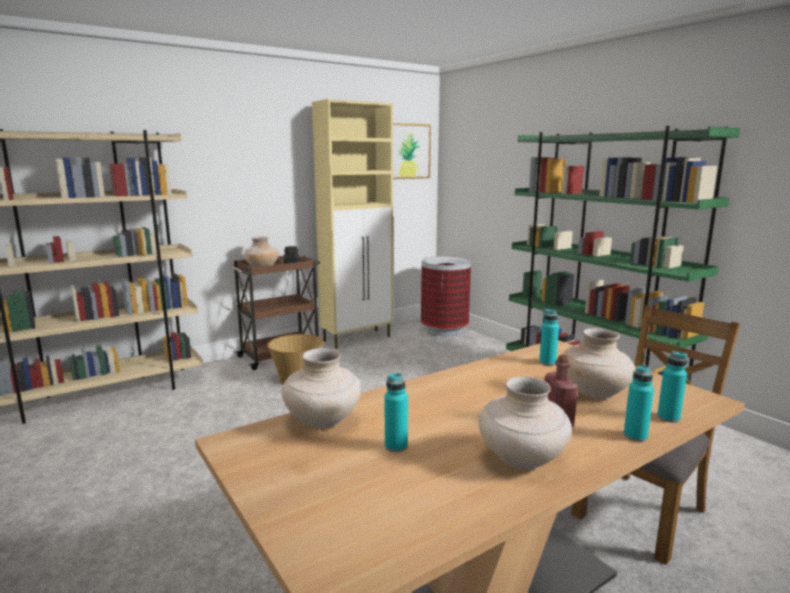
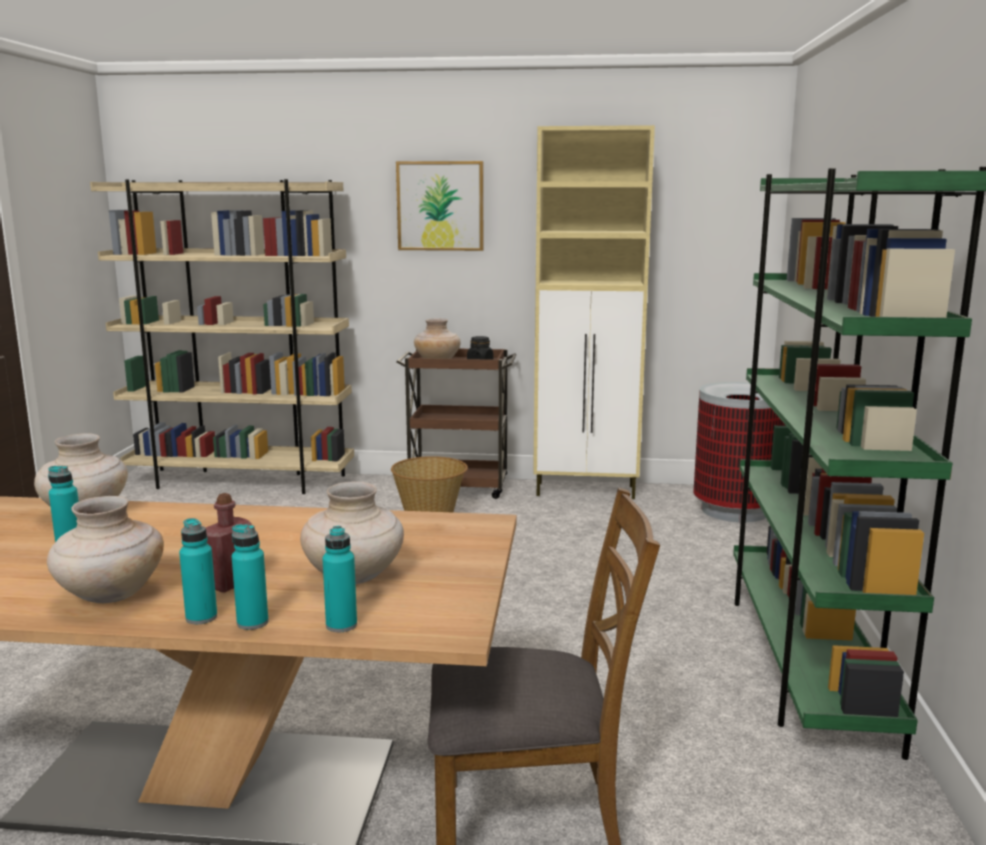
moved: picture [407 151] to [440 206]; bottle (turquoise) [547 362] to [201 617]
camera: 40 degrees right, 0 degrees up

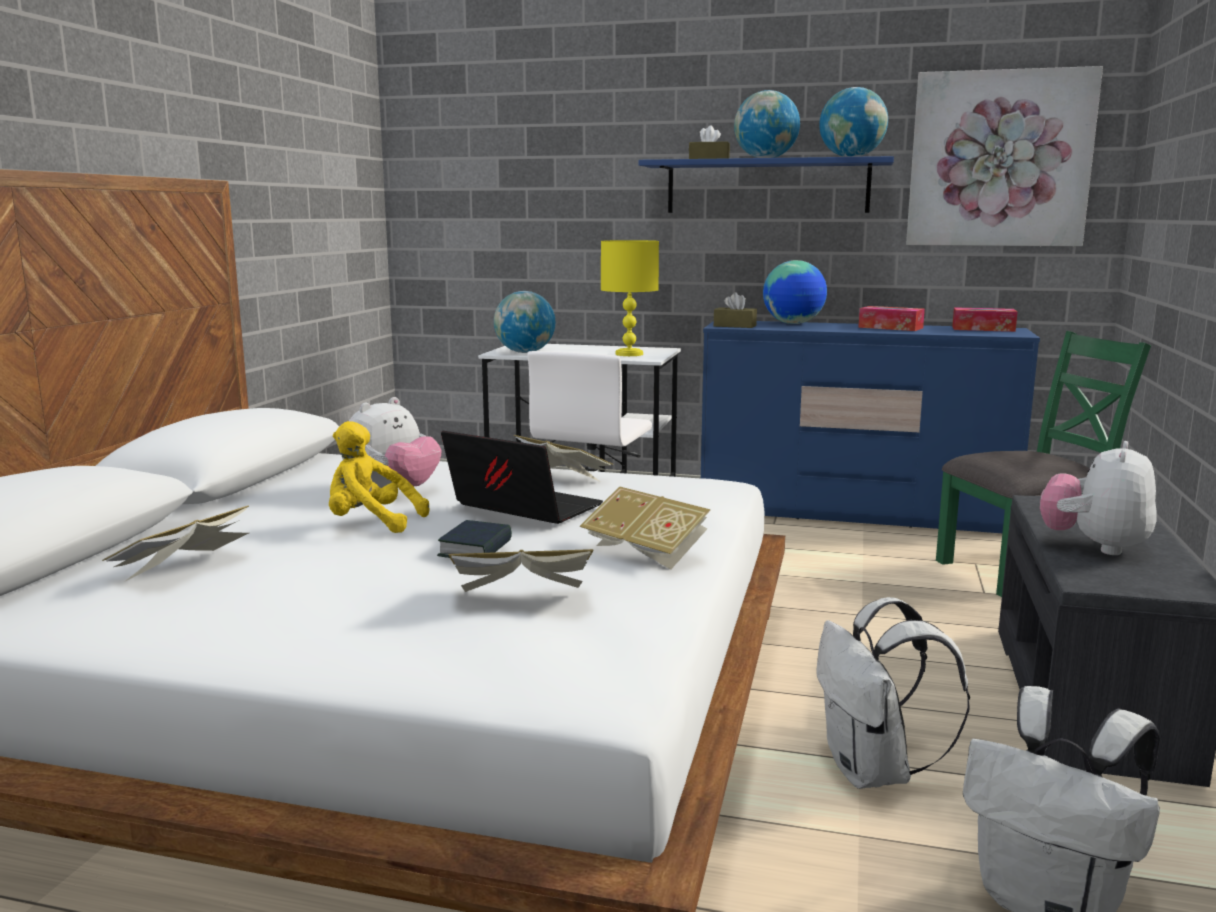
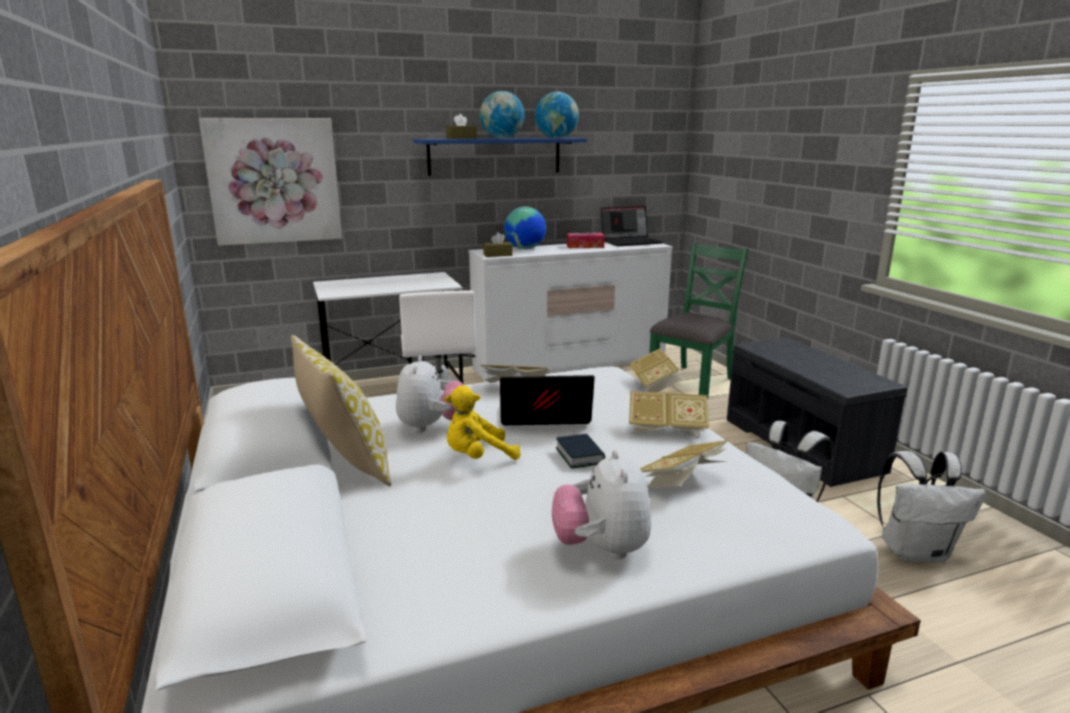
removed: table lamp (yellow) [628 354]; globe [525 352]
added: pillow [345 464]
moved: picture [999 159] to [274 181]; plush toy [1094 546] to [601 549]; book [185 569] to [654 385]
replaced: tissue box [983 329] to laptop [631 242]
recoloured: dresser (blue) [854 514] to dresser (white) [570 364]
camera: 35 degrees left, 5 degrees up

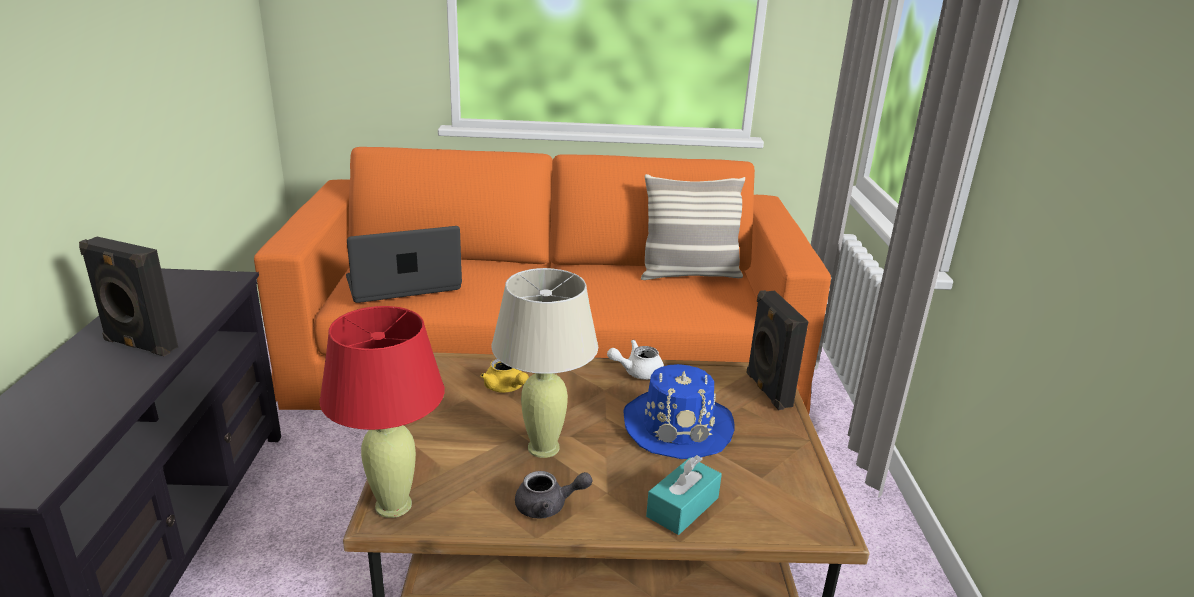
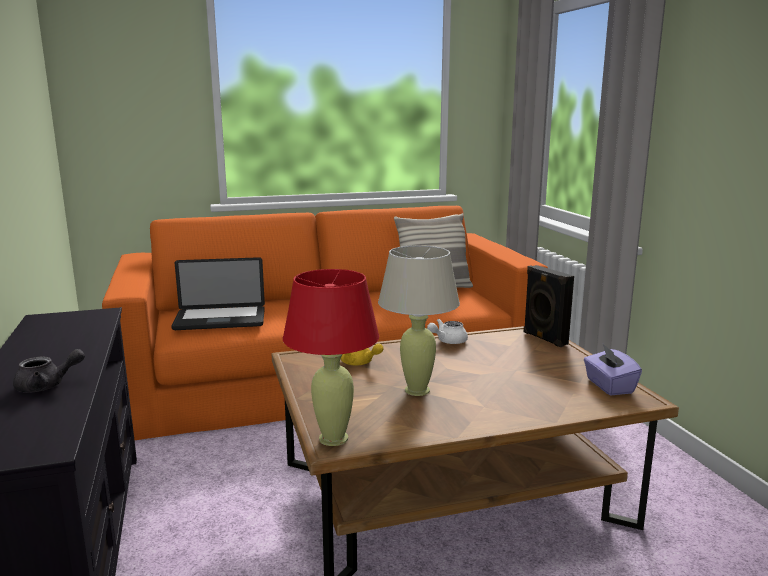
removed: speaker (black) [139 345]; hat (blue) [677 426]; tissue box (turquoise) [682 507]
added: tissue box (purple) [609 386]
moved: teapot (grey) [548 506] to [47 386]
turned: laptop [403 284] = [220 320] 150 degrees counterclockwise
camera: 15 degrees left, 10 degrees down

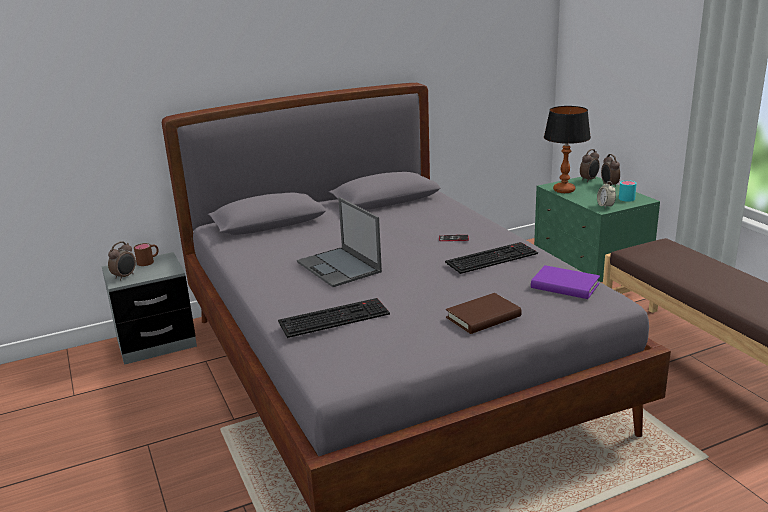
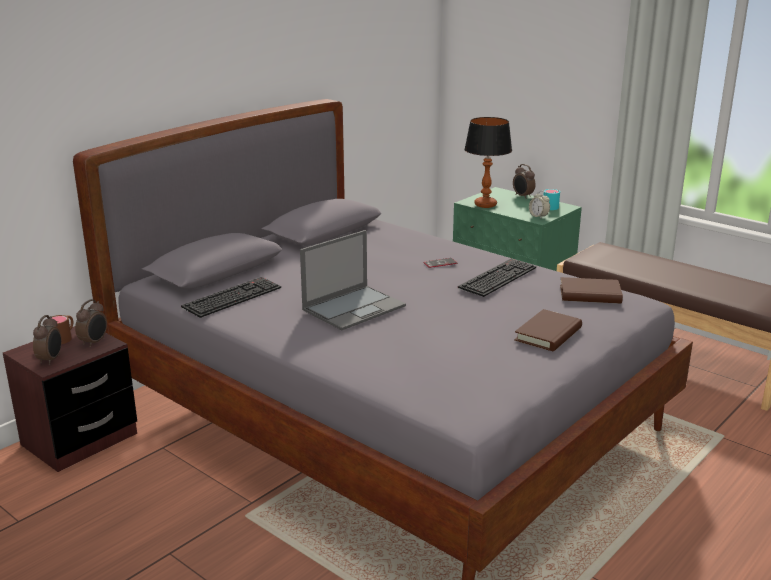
moved: alarm clock [589 180] to [94 342]; keyboard [335 317] to [232 297]
recoloured: nightstand (grey) [156 343] to nightstand (brown) [80 439]; book (purple) [565 286] to book (brown) [590 294]
turned: laptop [339 267] = [354 307] 75 degrees counterclockwise
camera: 25 degrees left, 0 degrees up

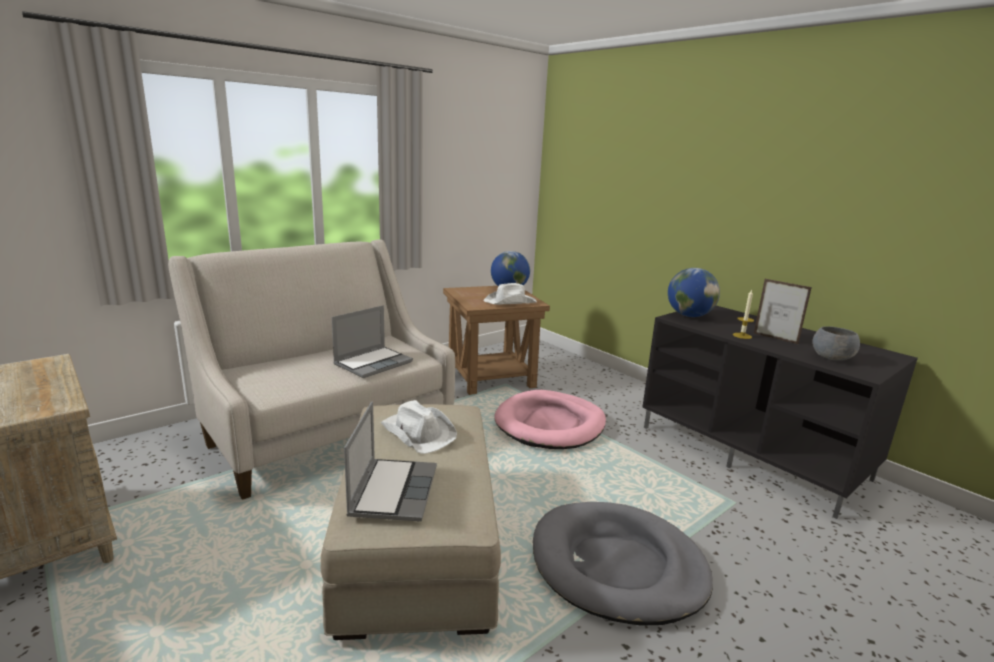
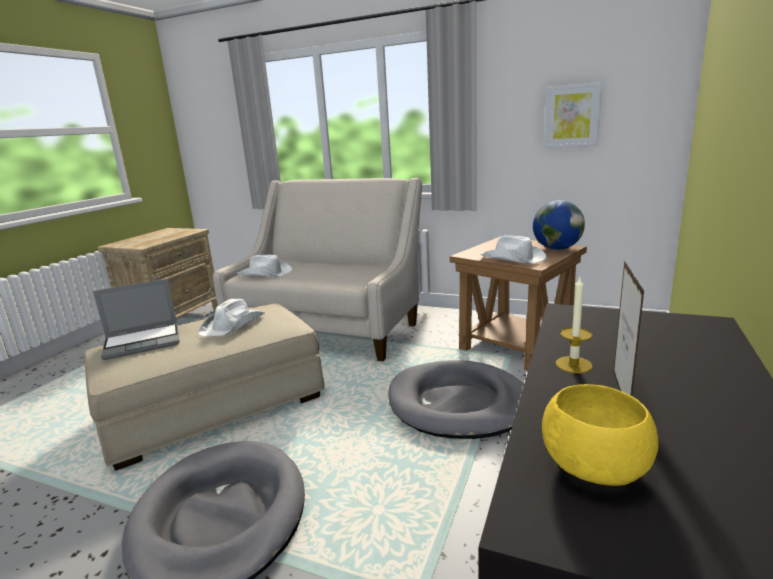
removed: globe [689 316]; laptop [373 363]
added: picture [572 116]; hat (white) [265 274]
recoloured: bowl (grey) [832 358] to bowl (yellow) [596 468]; dog bed (pink) [550 424] to dog bed (grey) [458 404]
camera: 65 degrees right, 0 degrees up

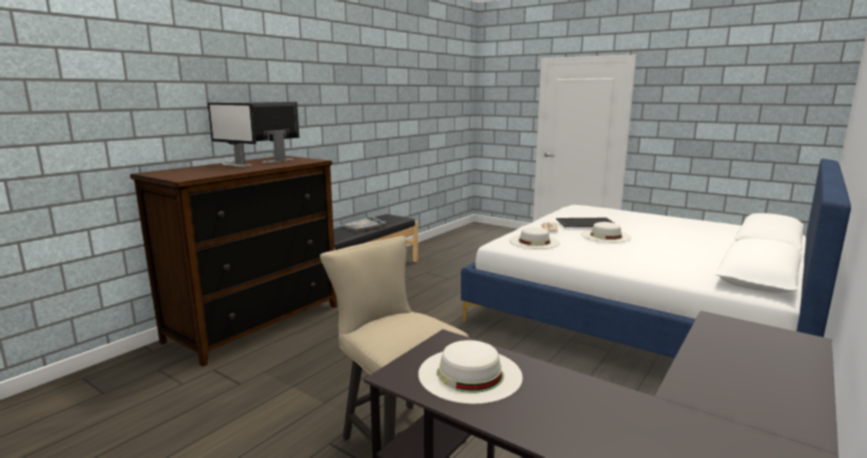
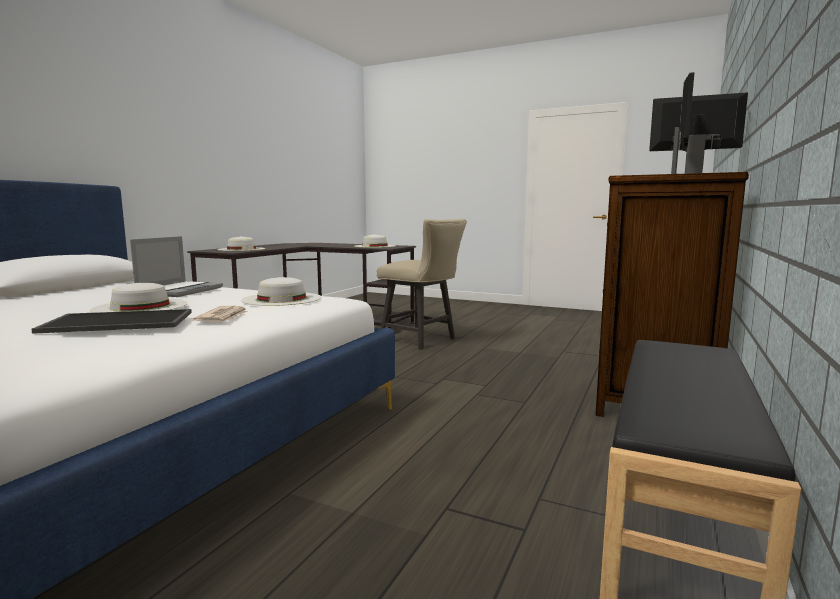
removed: tray (grey) [363 226]
added: laptop [180 291]; hat (white) [241 249]
camera: 170 degrees right, 5 degrees down

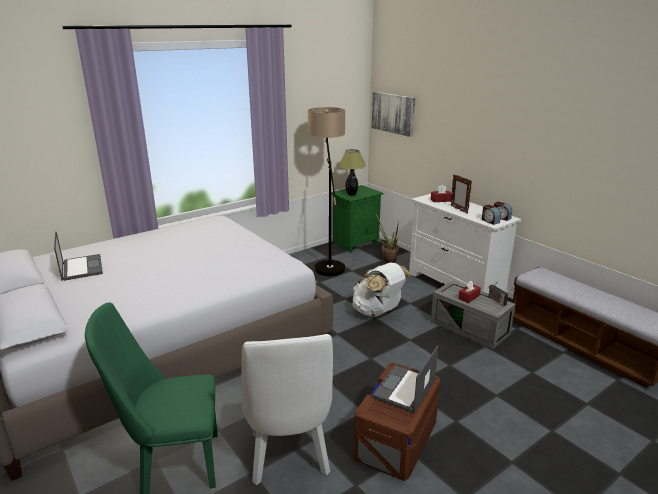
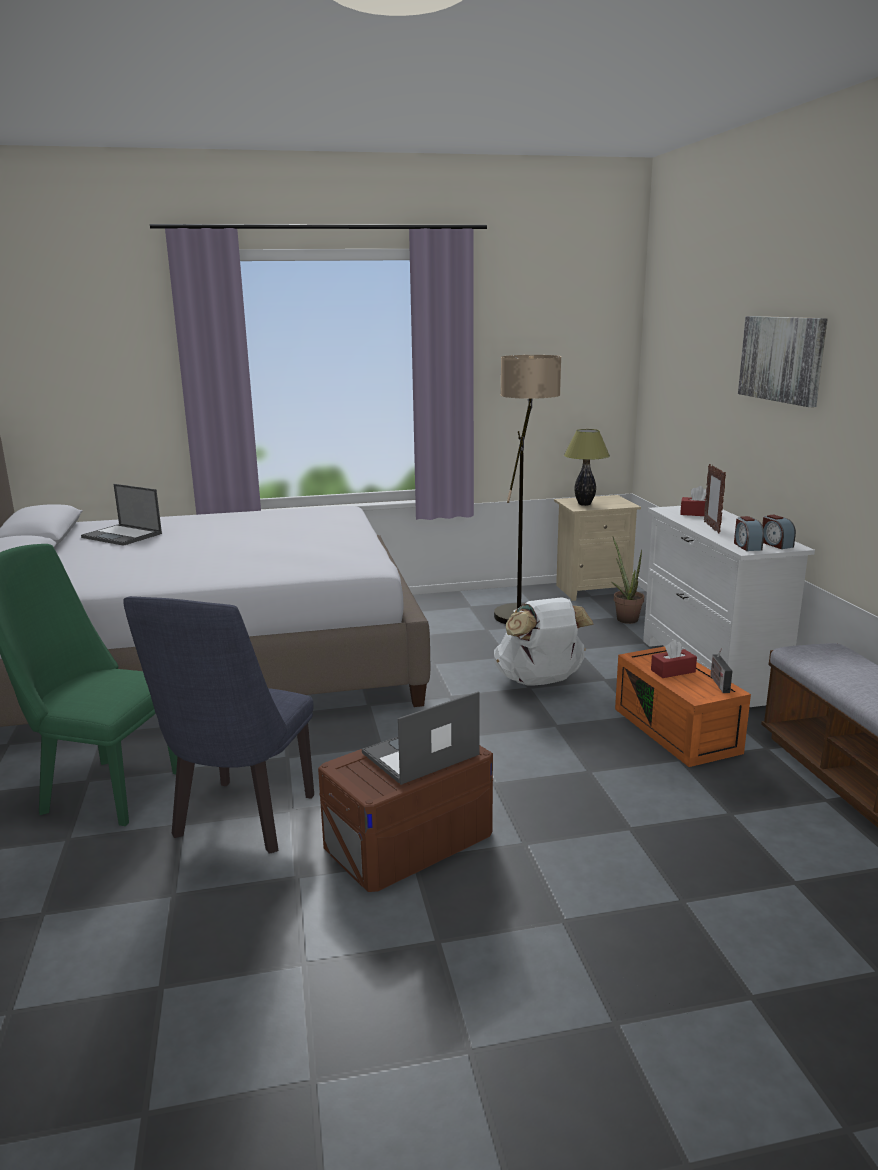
moved: picture [393 113] to [782 359]
recoloured: nightstand (green) [355 243] to nightstand (beige) [591 590]; storage box (grey) [471 328] to storage box (orange) [678 731]; chair (white) [289 459] to chair (blue) [240 823]
turned: laptop [81 267] = [123 535] 120 degrees clockwise
camera: 25 degrees right, 5 degrees down

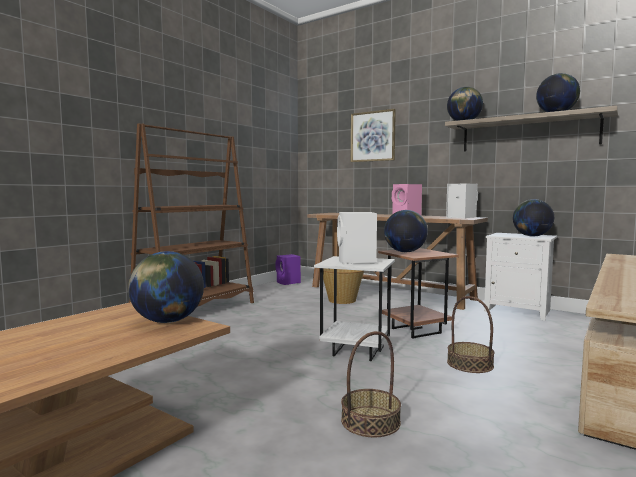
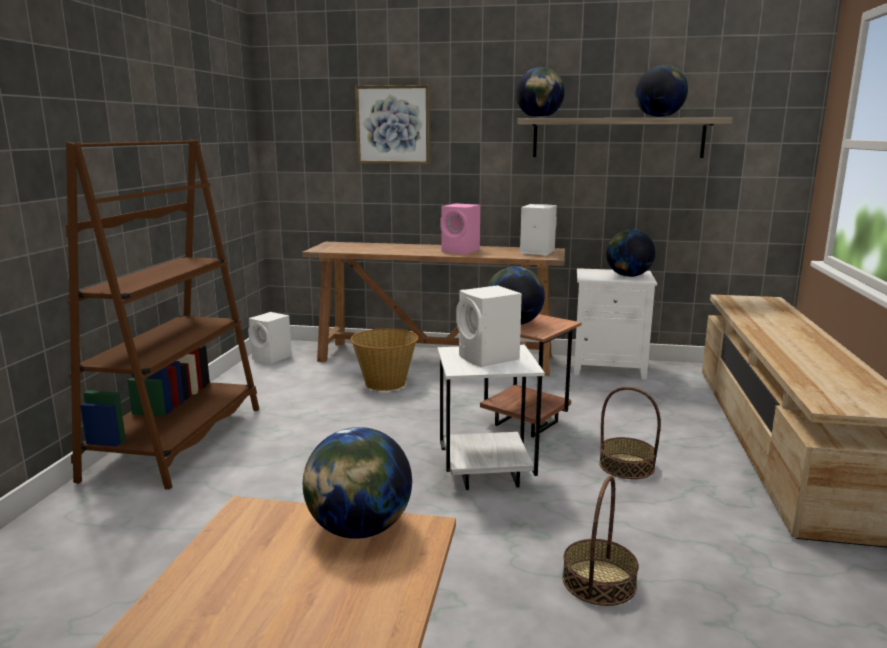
recoloured: speaker (purple) [288 282] to speaker (white) [272 358]
camera: 25 degrees left, 10 degrees up

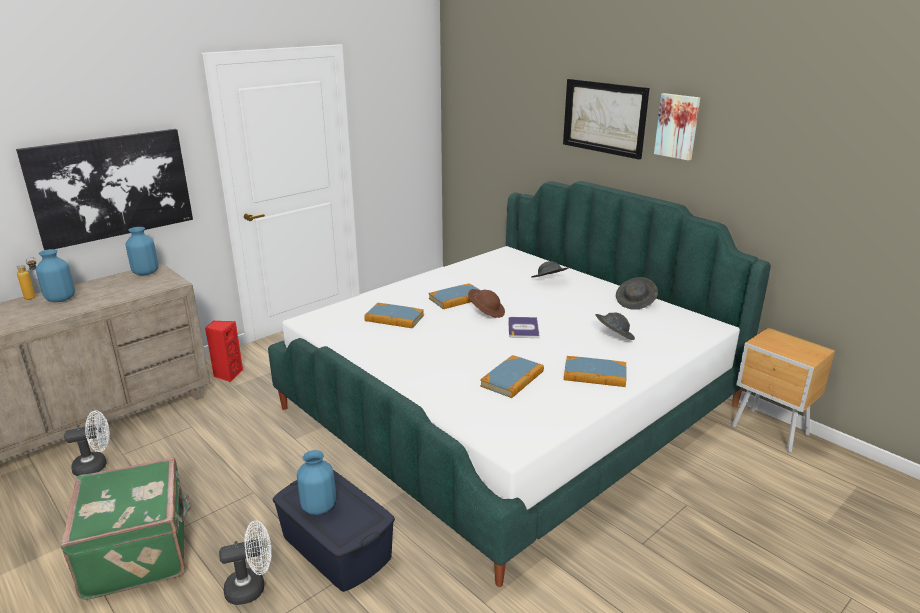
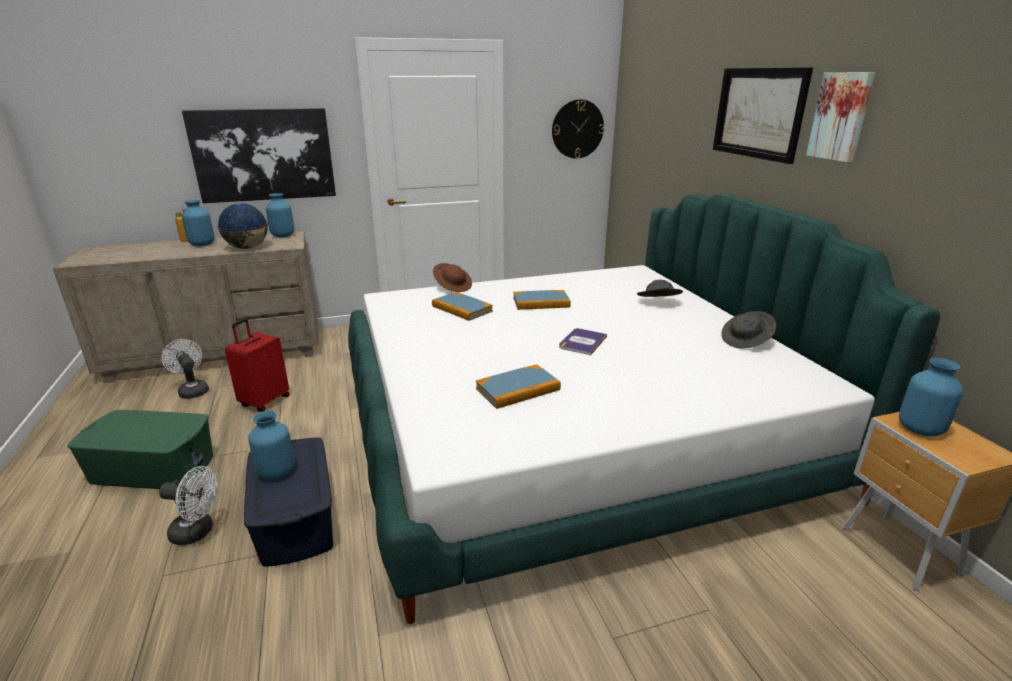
removed: hat (grey) [613 336]; speaker (red) [228 374]; book [594 374]
added: wall clock [577 129]; globe [247 248]; suitcase (red) [264 401]; vase (blue) [919 429]
moved: hat (brown) [486 312] to [453 287]
replaced: suitcase (green) [140 551] to storage box (green) [153 468]
turned: fan (white) [96 466] = [192 390] 135 degrees counterclockwise
camera: 25 degrees right, 0 degrees up

